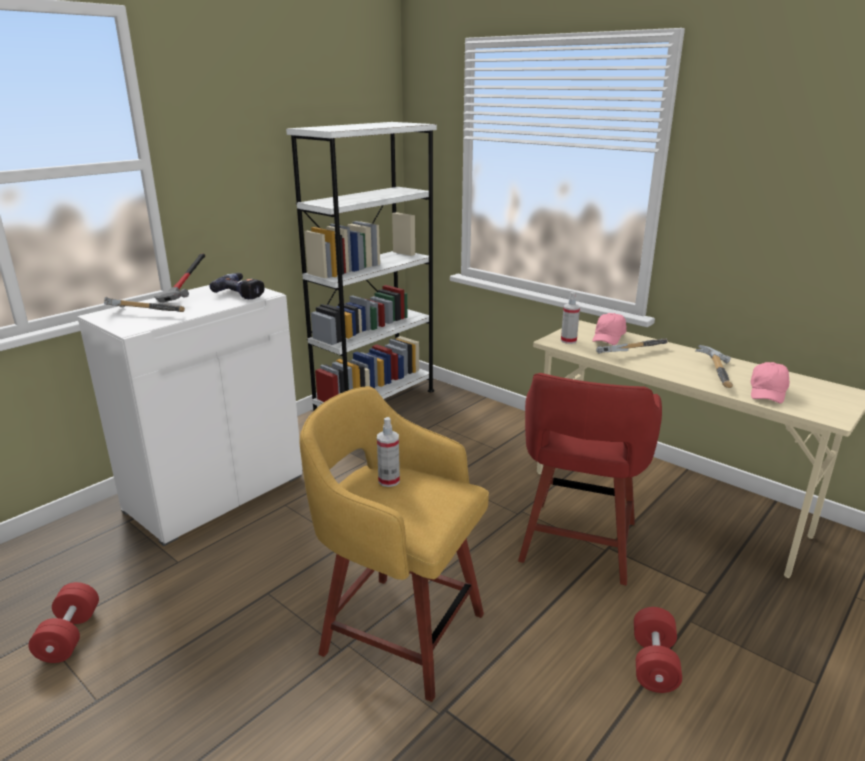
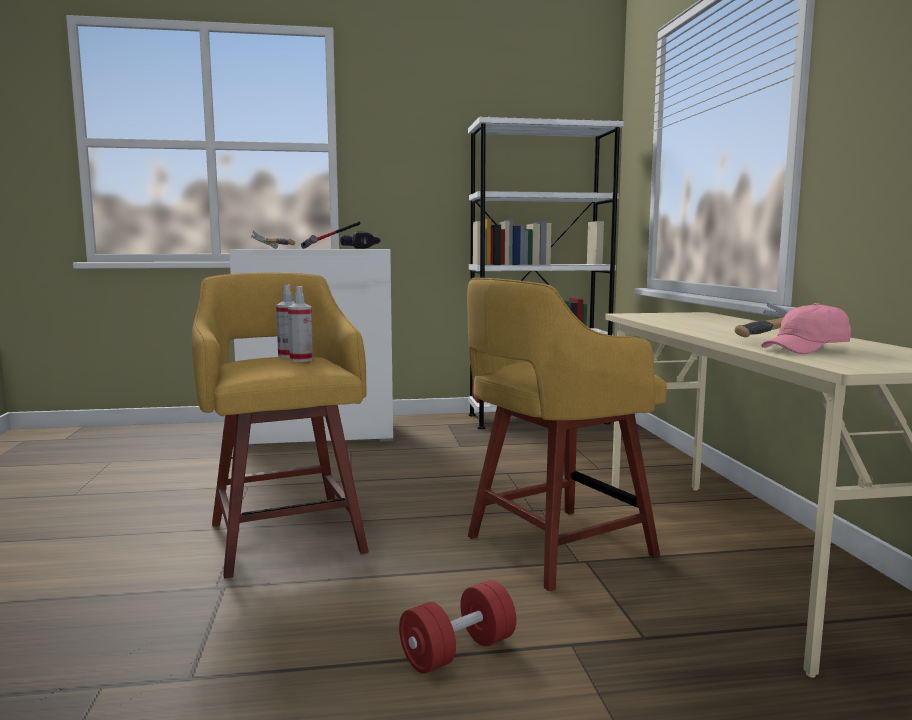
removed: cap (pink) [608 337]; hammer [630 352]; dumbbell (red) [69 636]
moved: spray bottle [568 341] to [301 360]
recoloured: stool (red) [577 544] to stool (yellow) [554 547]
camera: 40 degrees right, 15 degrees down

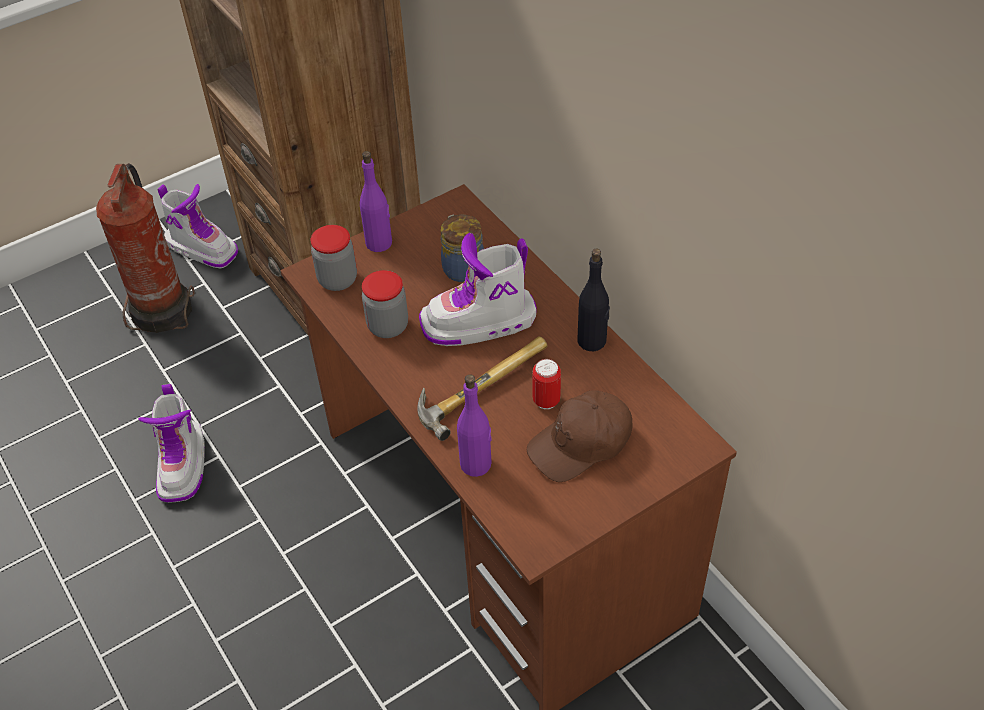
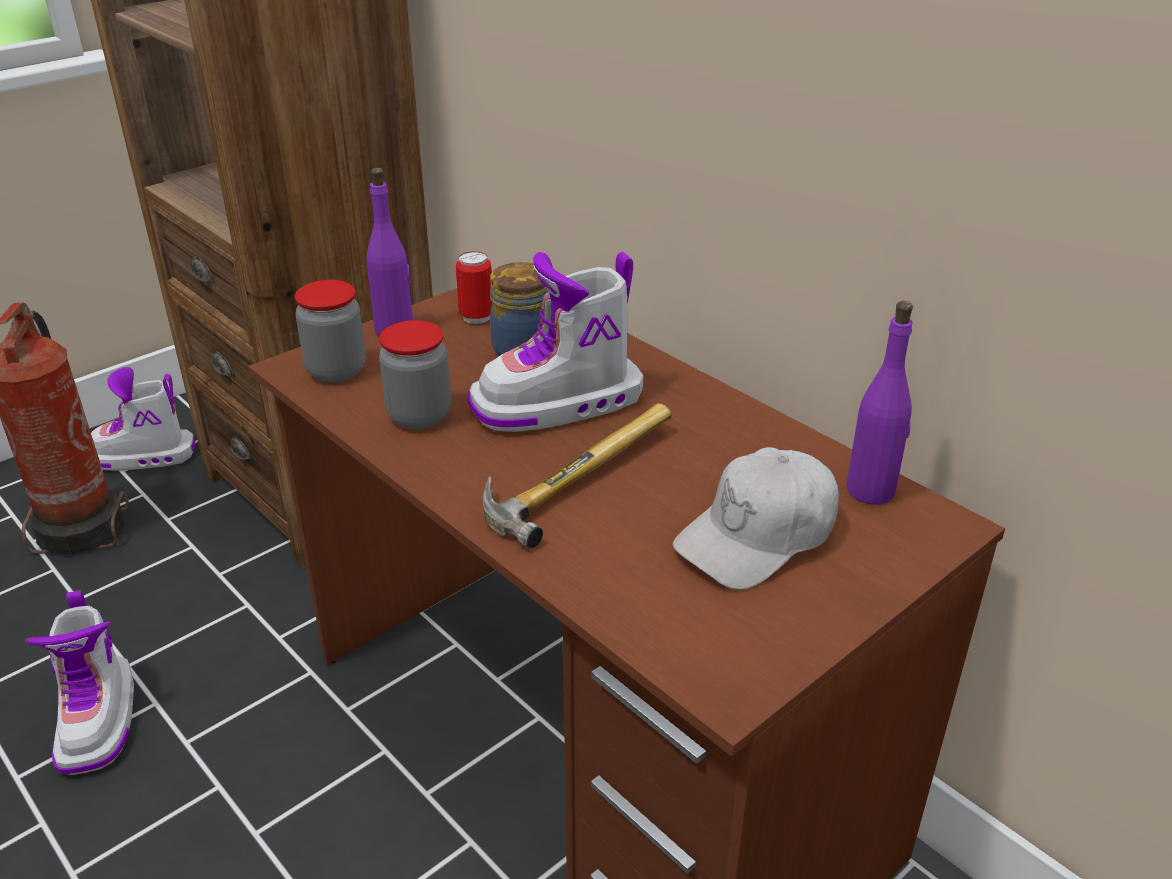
removed: bottle (black) [592 341]
moved: can [546 401] to [476 317]; bottle (purple) [476 464] to [871 490]
recoloured: cap (brown) [581 444] to cap (white) [758 537]
turned: boot [202 248] = [142 457] 150 degrees clockwise
camera: 10 degrees left, 15 degrees down

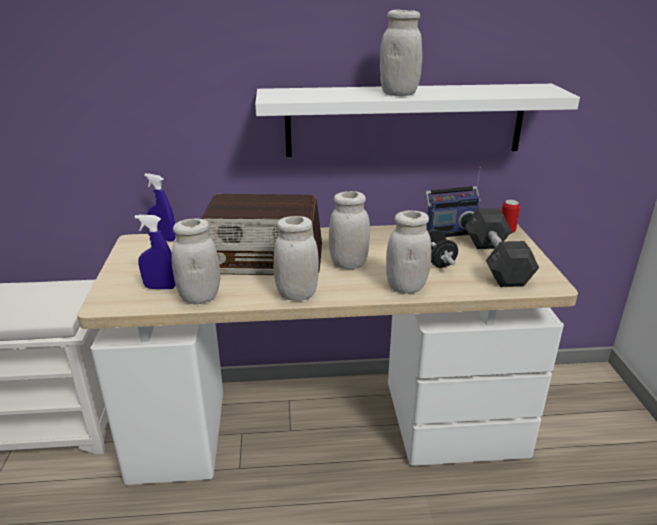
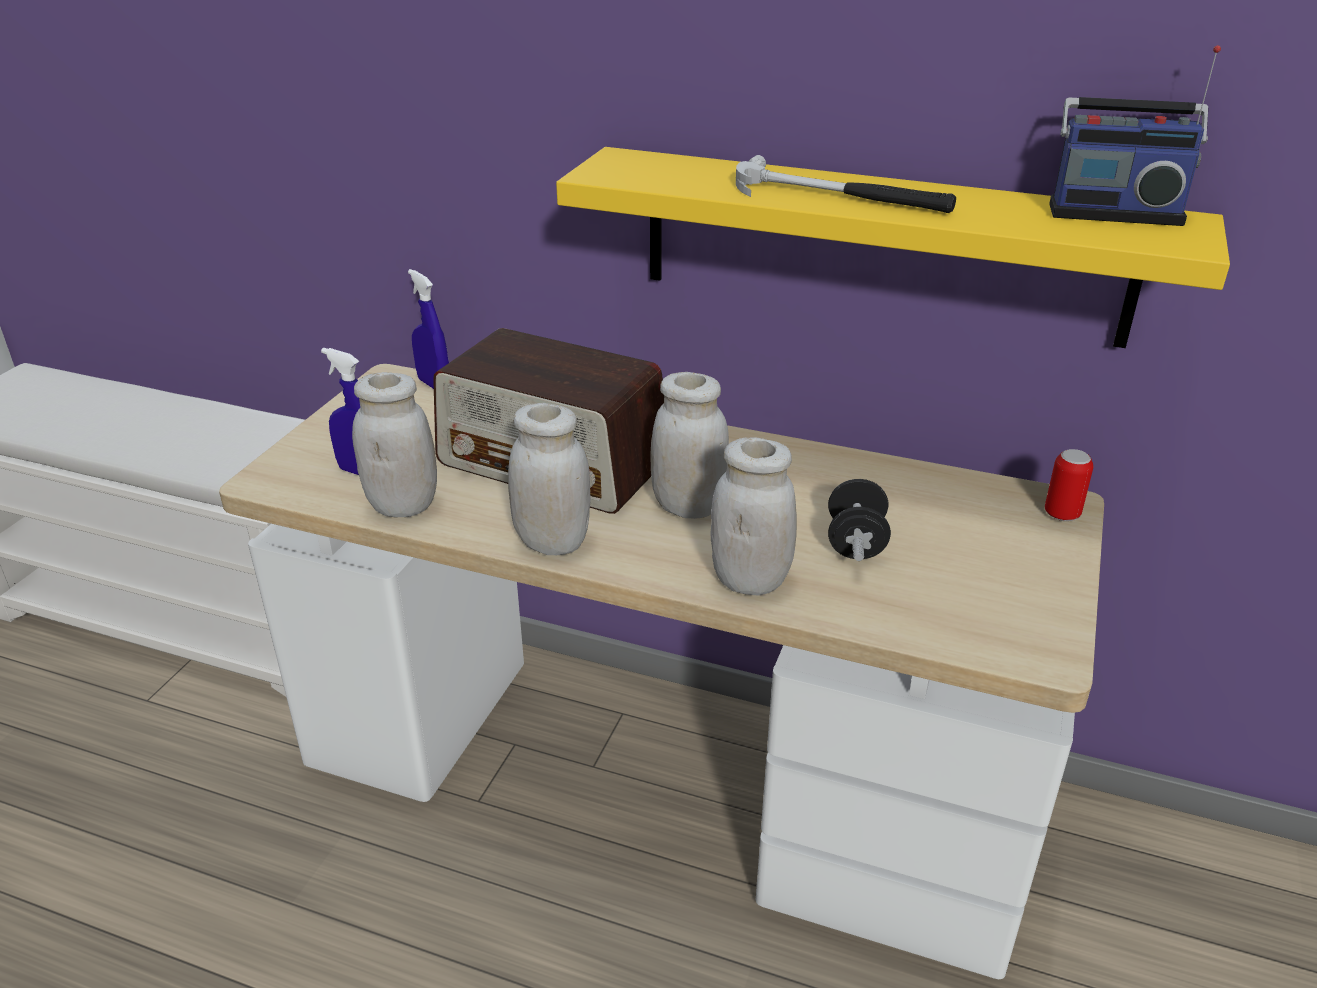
removed: dumbbell (grey) [496 262]
moved: radio [449 231] to [1113 212]
replaced: jar (white) [399 93] to hammer [839 197]
recoloured: shelf (white) [405 120] to shelf (yellow) [881 245]
camera: 25 degrees right, 5 degrees up

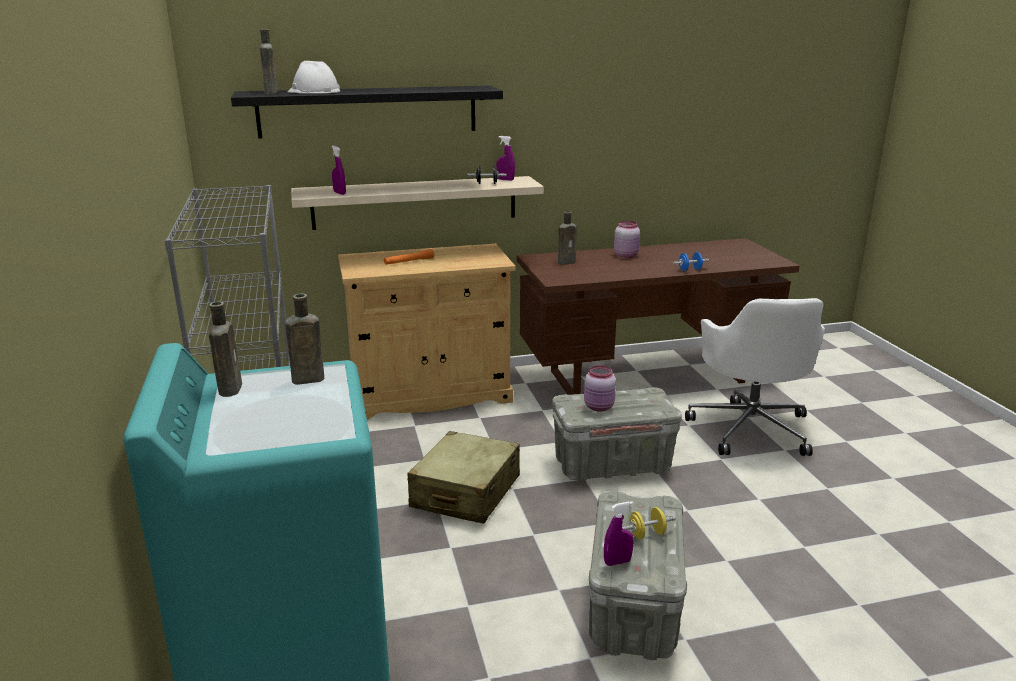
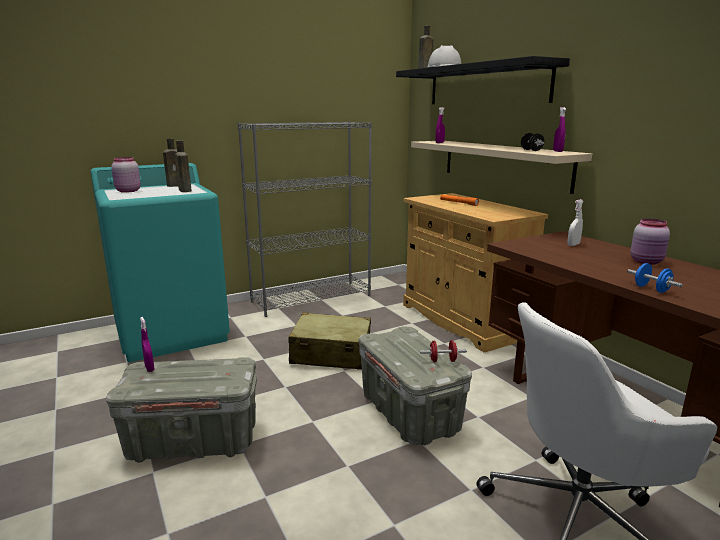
removed: dumbbell (yellow) [647 534]
added: dumbbell (red) [442 360]
moved: jar (pink) [599 407] to [127 191]
replaced: bottle (brown) [568 262] to spray bottle (white) [573 245]
camera: 75 degrees right, 5 degrees down

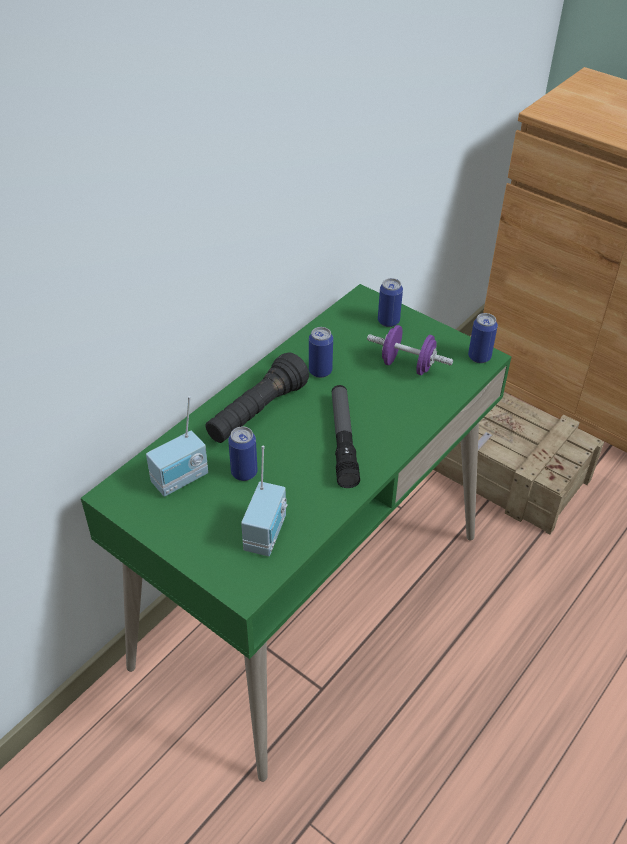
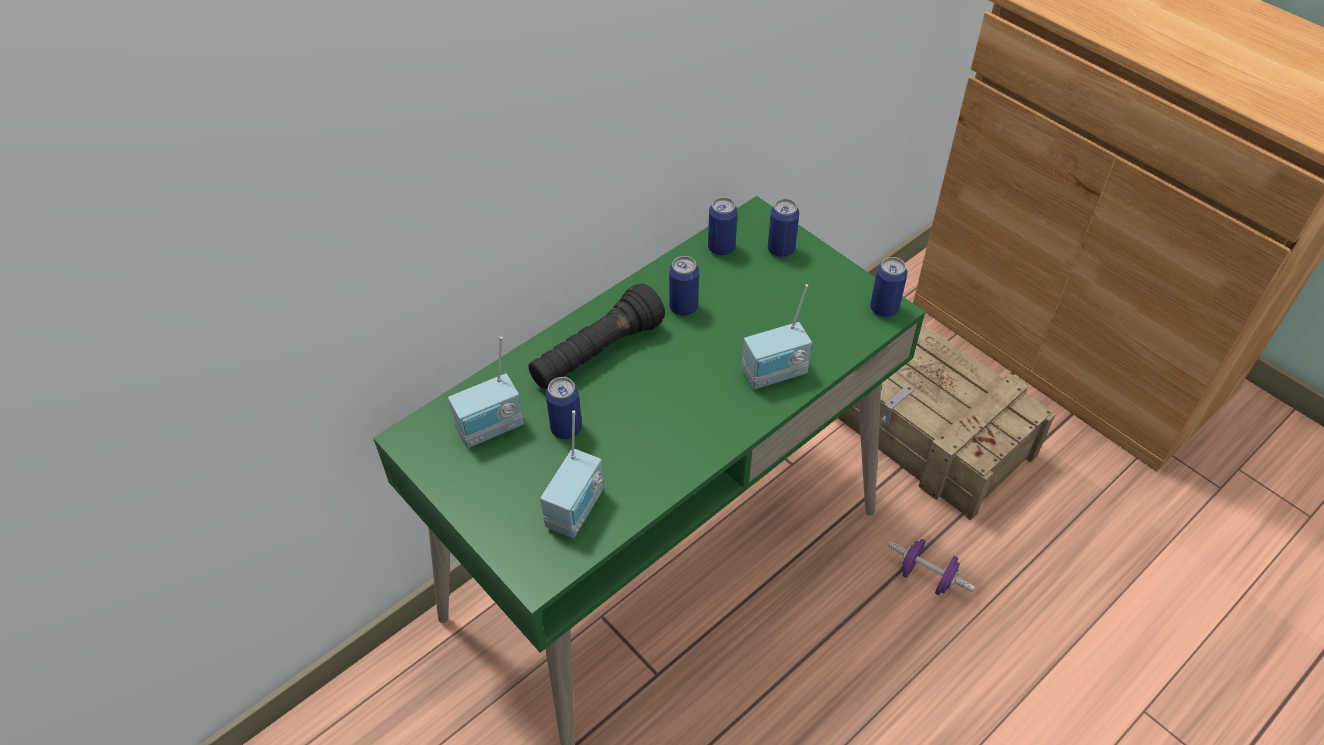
removed: flashlight [343 440]
added: can [721 248]; radio [775 374]
moved: dumbbell (purple) [407 365] to [926 577]
camera: 10 degrees right, 5 degrees up

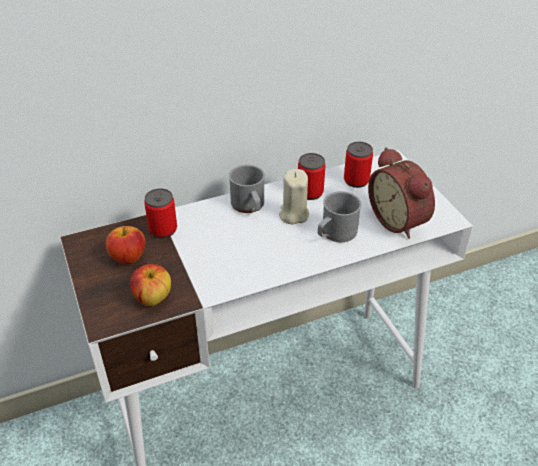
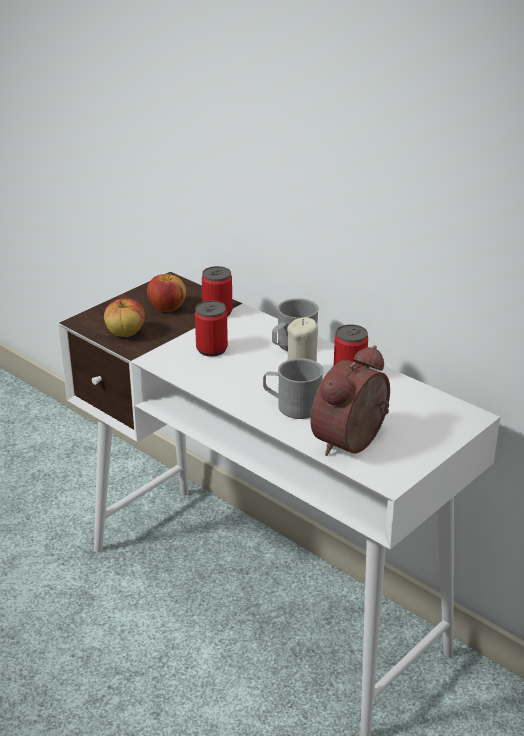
moved: can [356 180] to [212 349]
camera: 65 degrees right, 10 degrees down

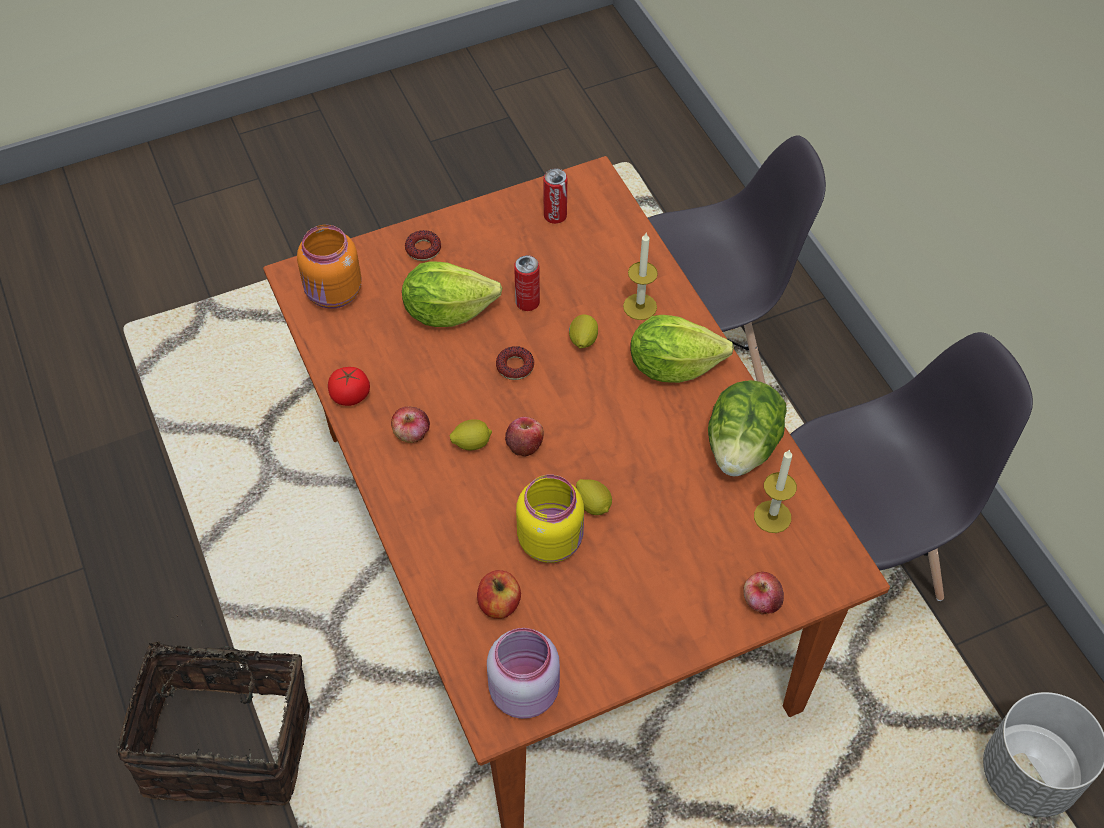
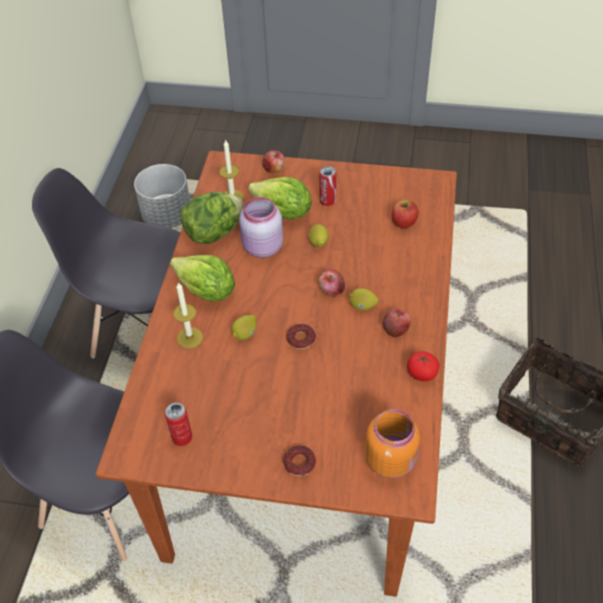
removed: jar (yellow) [551 539]
moved: can [527 302] to [327 201]; lettuce [447 311] to [283 213]; jar (pink) [525 690] to [261 248]
camera: 145 degrees left, 5 degrees down

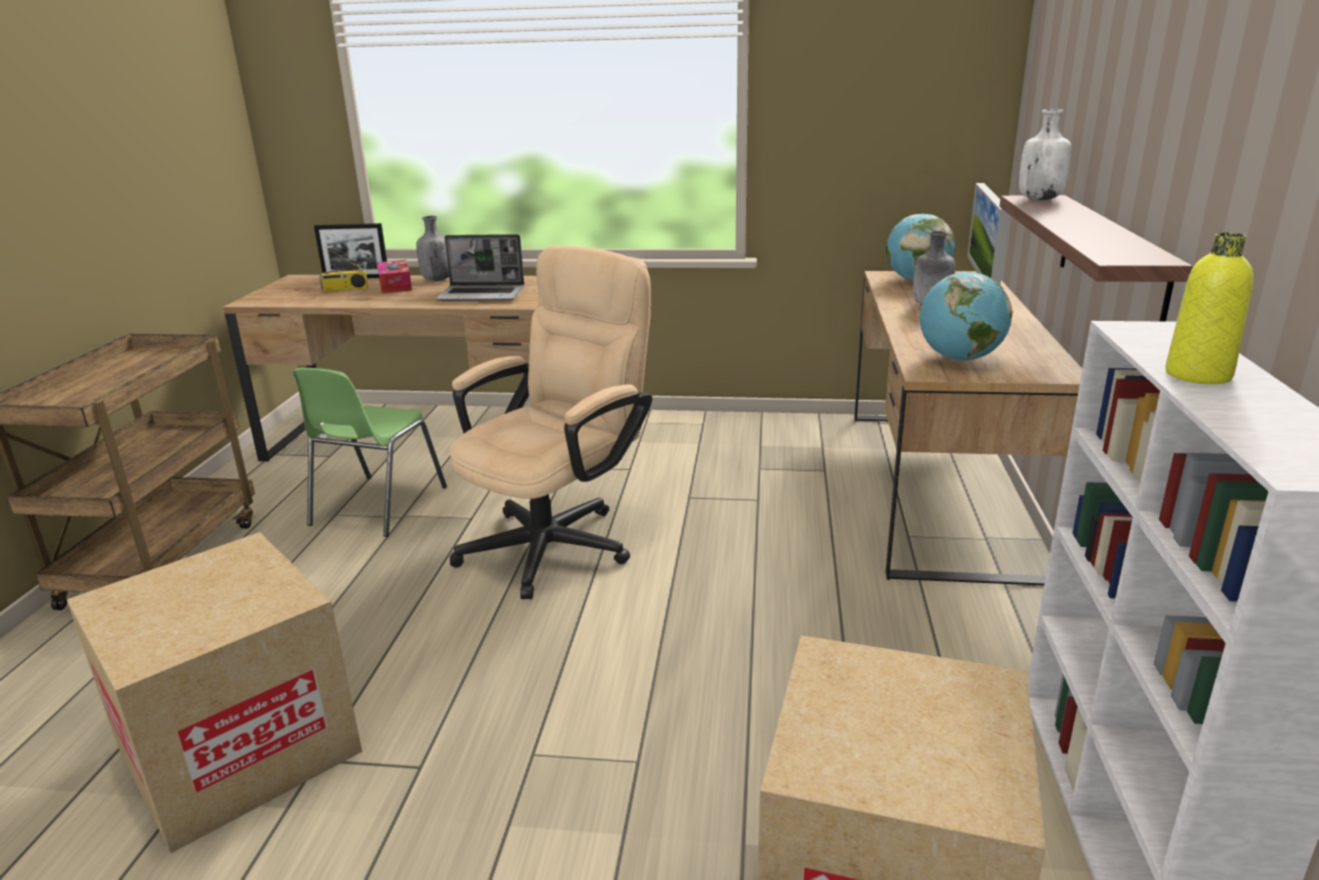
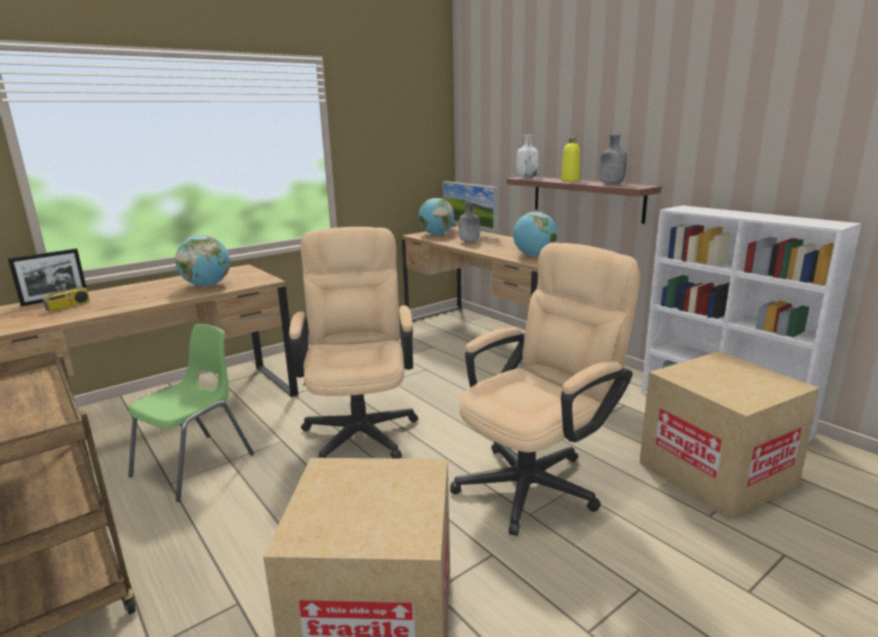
removed: tissue box [395 285]
added: office chair (beige) [537 481]
moved: bottle (grey) [437 279] to [611 184]; bottle (yellow) [1198 375] to [570 180]
replaced: laptop [482 295] to globe [207 285]
turned: chair (green) [376 506] = [196 465] 120 degrees counterclockwise
camera: 45 degrees left, 5 degrees down

